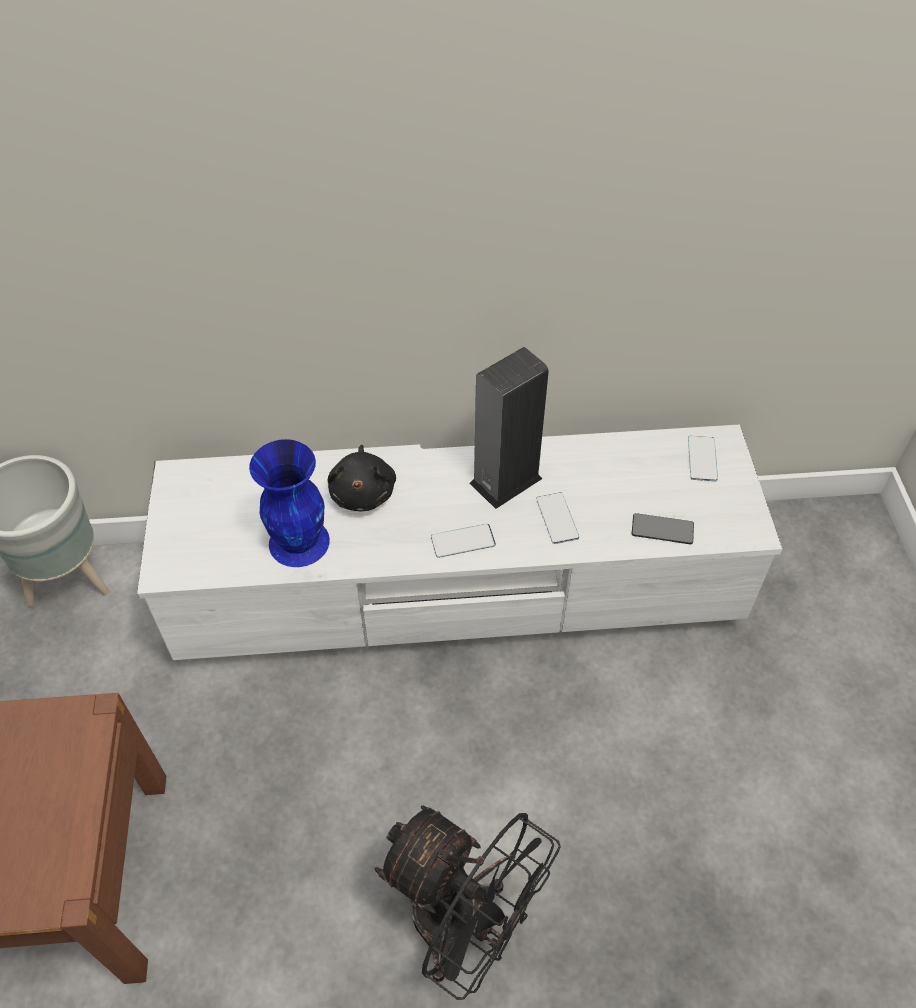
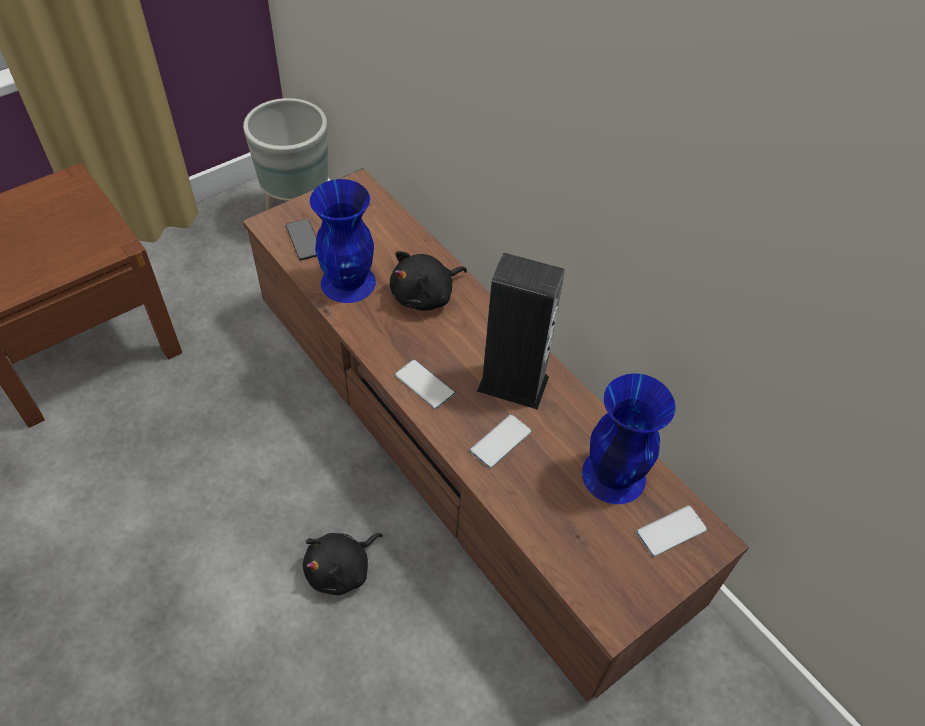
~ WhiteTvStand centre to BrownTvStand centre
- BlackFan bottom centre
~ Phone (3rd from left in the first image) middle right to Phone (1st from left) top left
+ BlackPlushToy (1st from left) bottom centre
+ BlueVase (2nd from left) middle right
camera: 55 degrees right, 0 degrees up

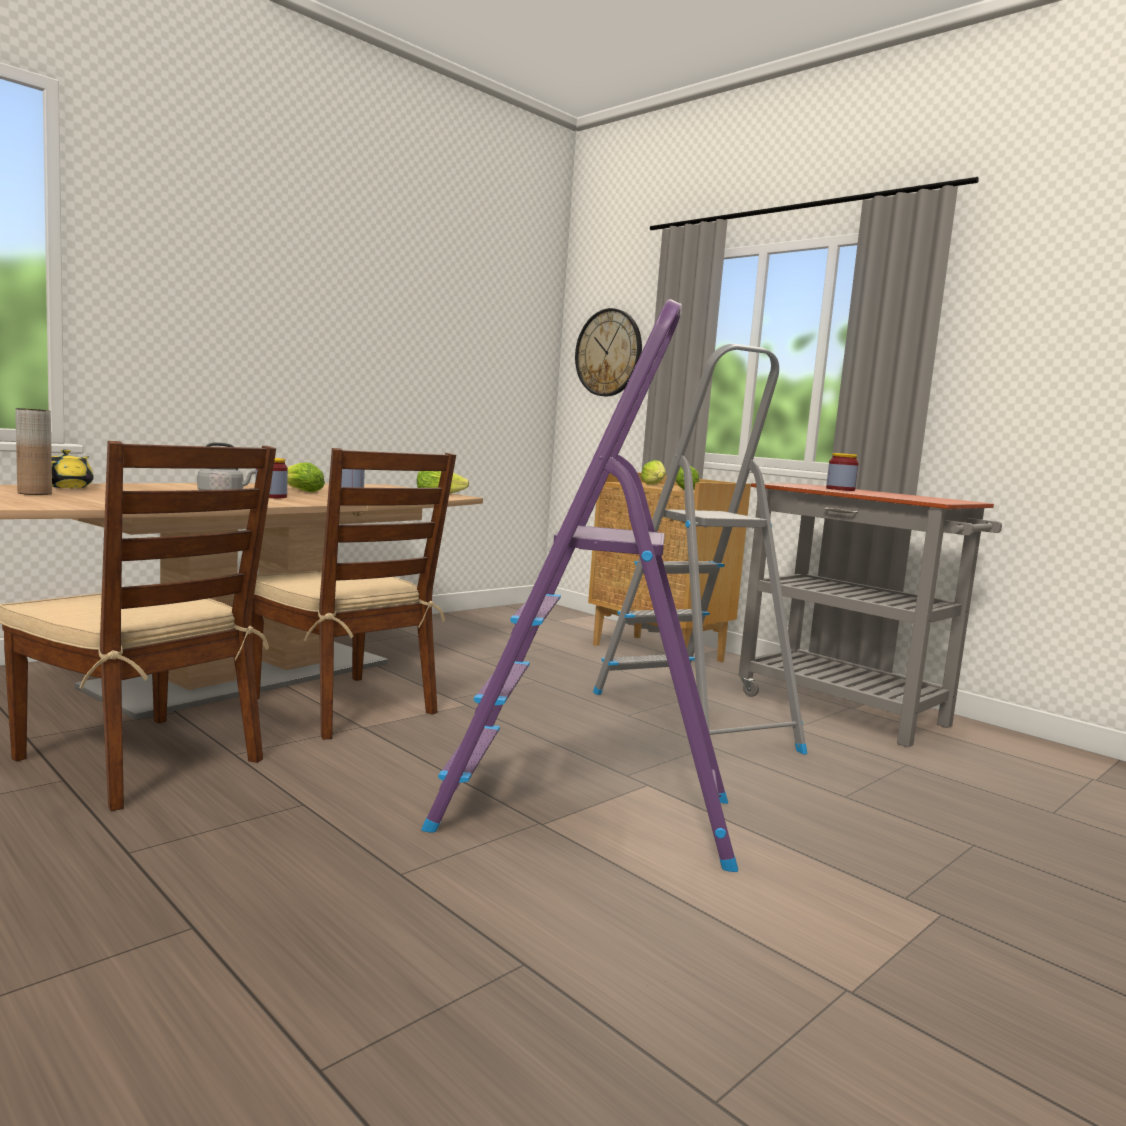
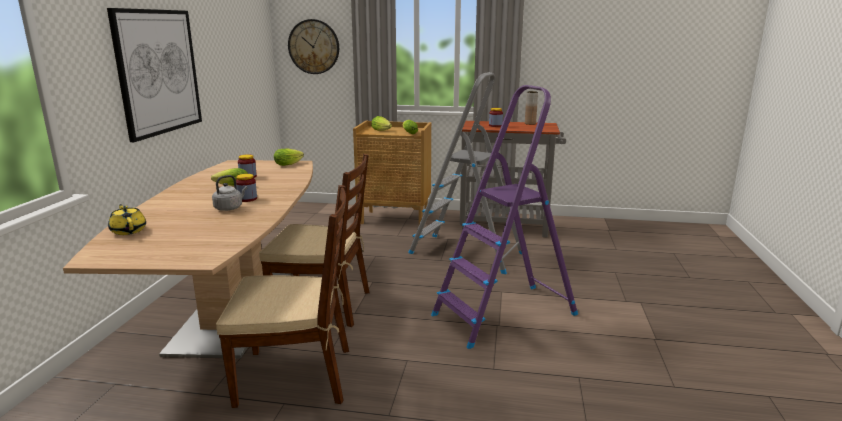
~ BrownVase middle left to top centre
+ Picture top left
camera: 35 degrees left, 10 degrees up

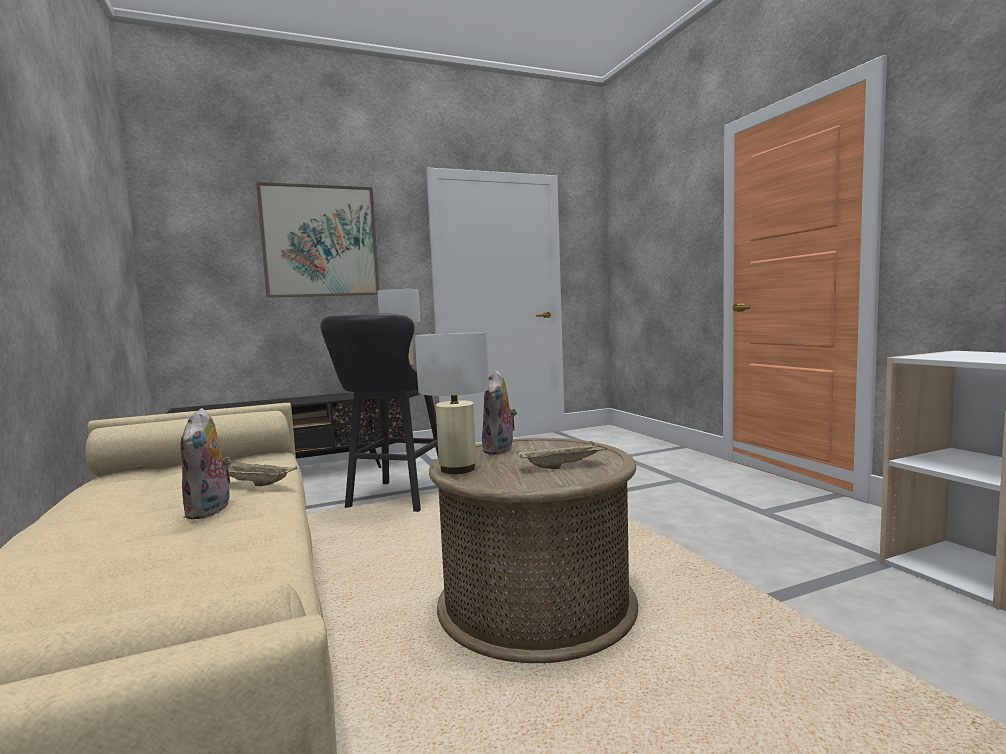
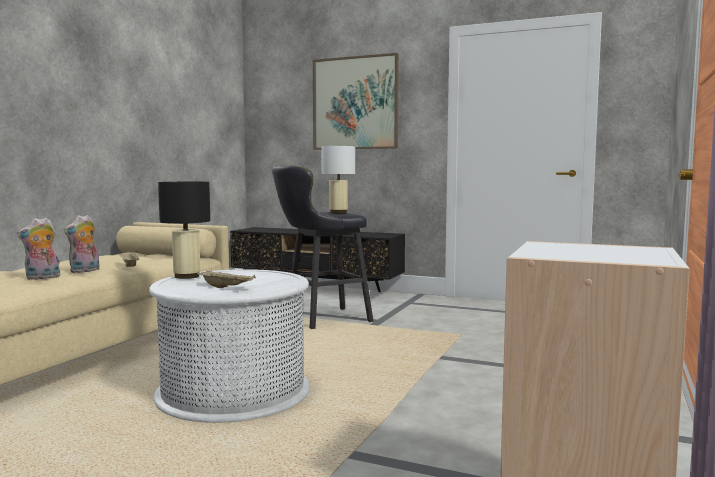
~ WhiteTableLamp (2nd from left) centre to BlackTableLamp middle left
~ BrownCoffeeTable bottom centre to WhiteCoffeeTable bottom left
~ PlushToy (2nd from left in the first image) centre to PlushToy (1st from left) middle left
camera: 45 degrees right, 0 degrees up

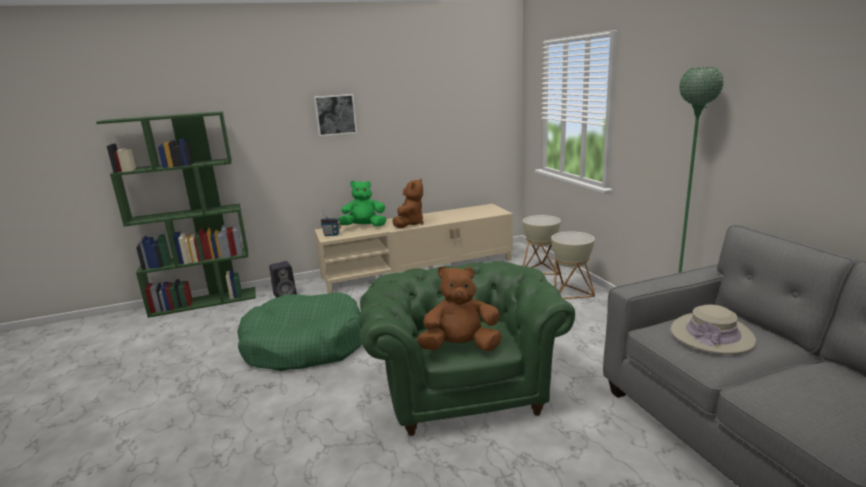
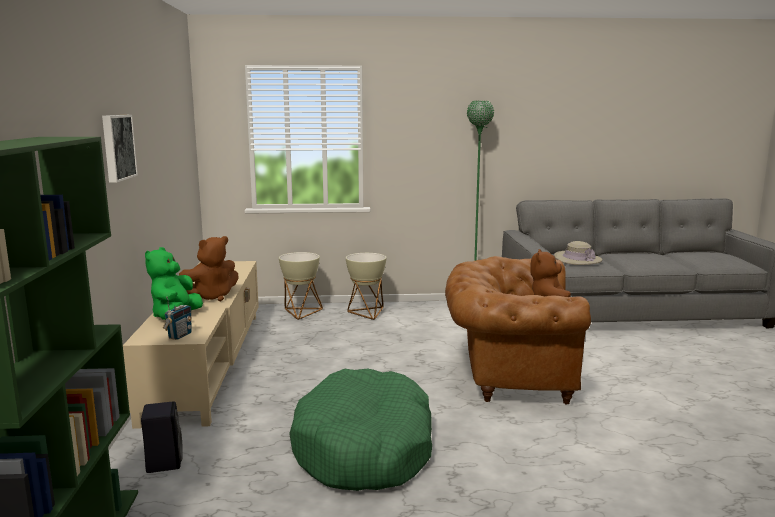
~ GreenArmchair bottom centre to BrownArmchair middle right
~ BrownPlushToy (1st from left) centre = middle left 105 degrees clockwise
camera: 75 degrees left, 5 degrees down

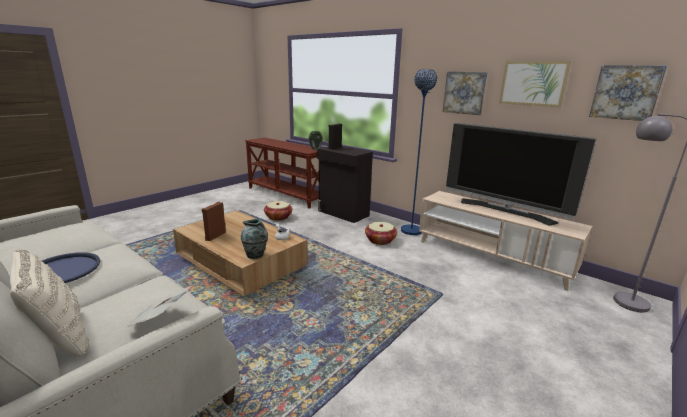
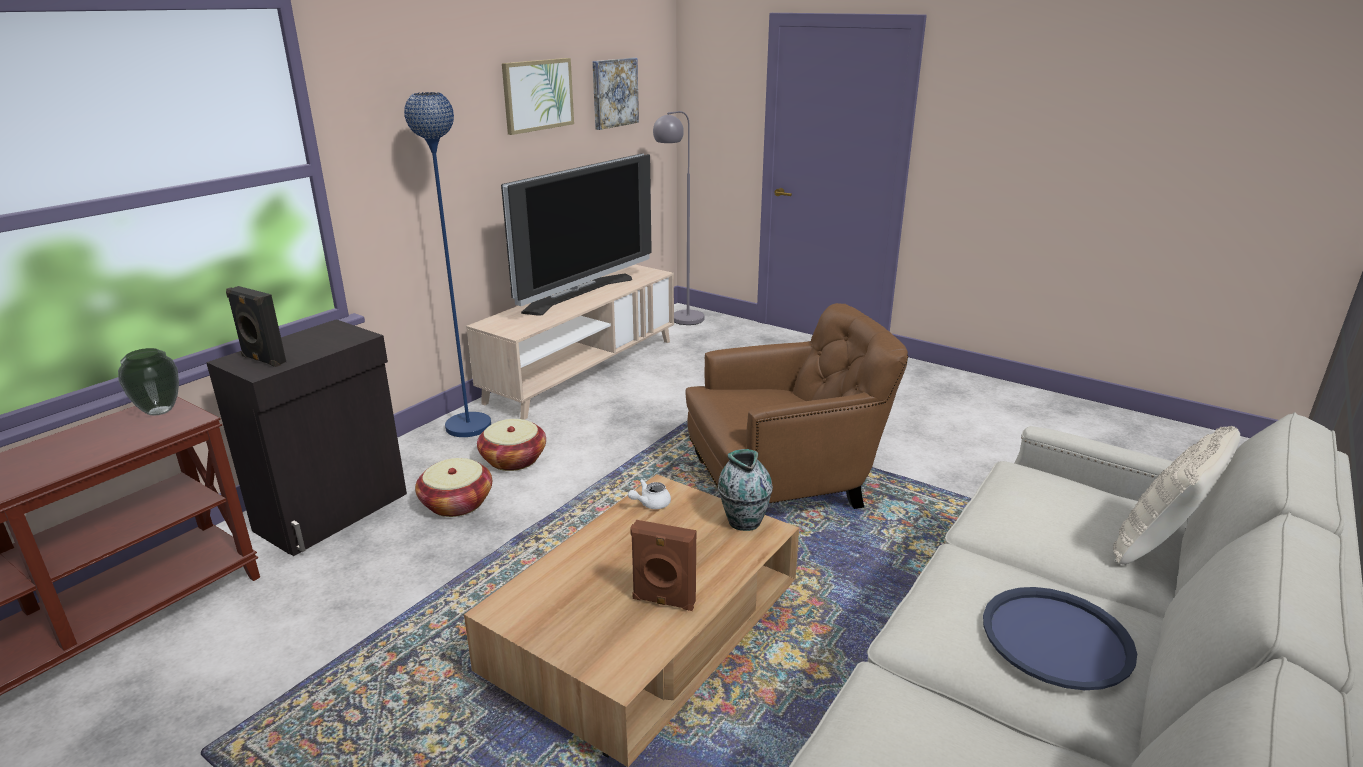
- Newspaper bottom left
~ Basket (1st from left) centre to middle left
- Picture (1st from left) top right
+ BrownArmchair centre
camera: 95 degrees left, 5 degrees up

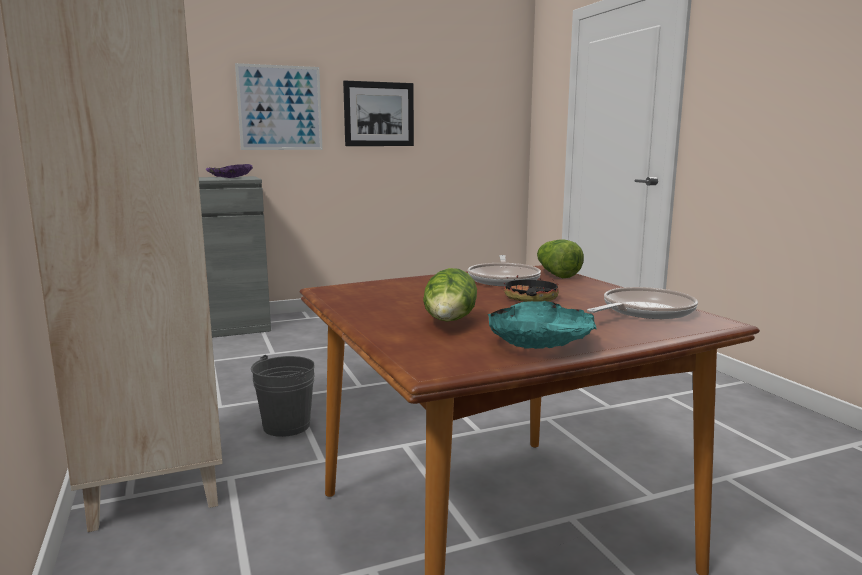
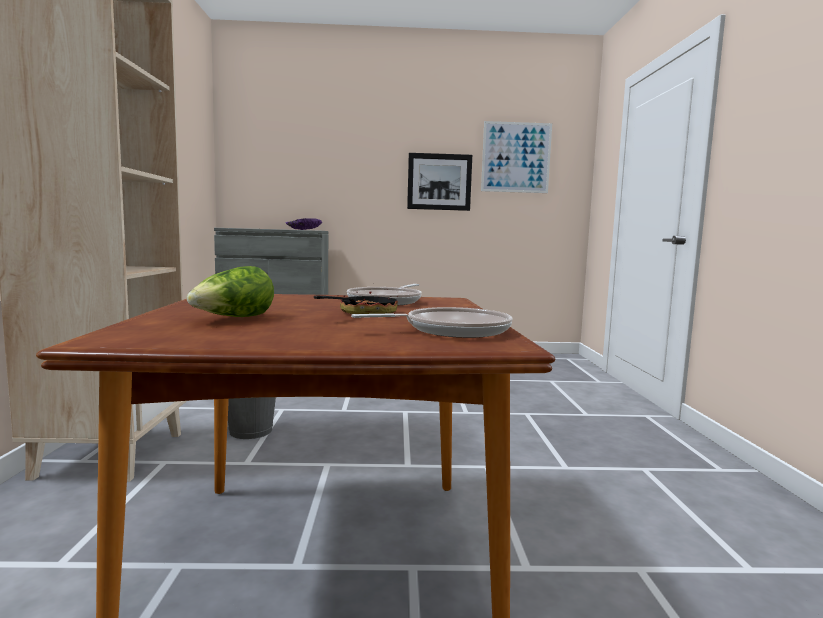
~ Picture (1st from left in the first image) top left to Picture (2nd from left) top centre
- TurquoiseBowl centre
- Lettuce (2nd from left) centre
camera: 20 degrees right, 5 degrees down

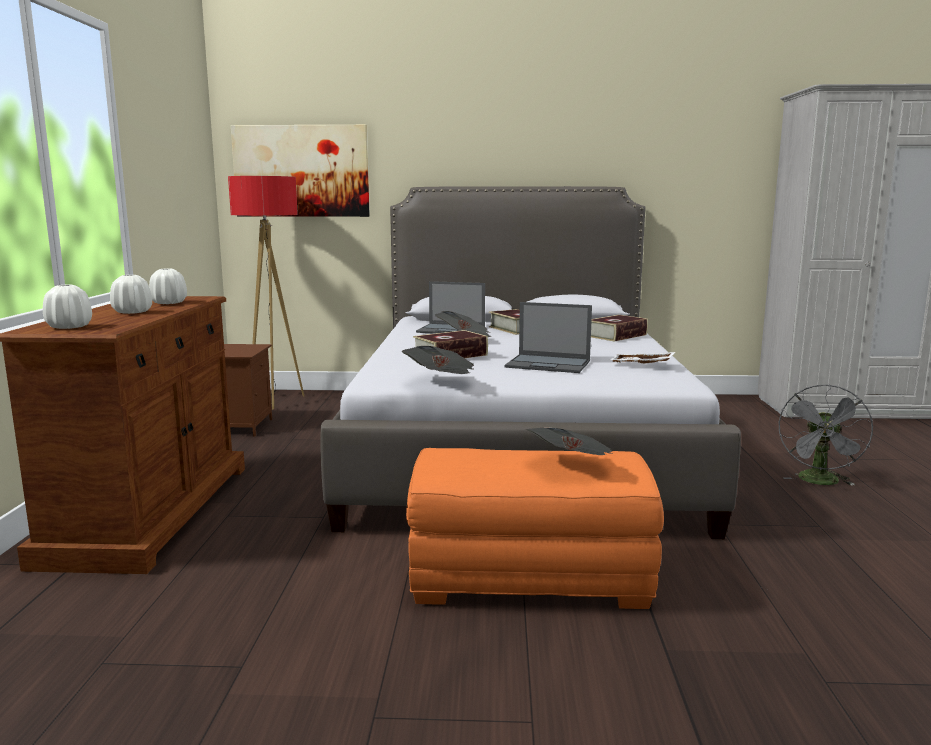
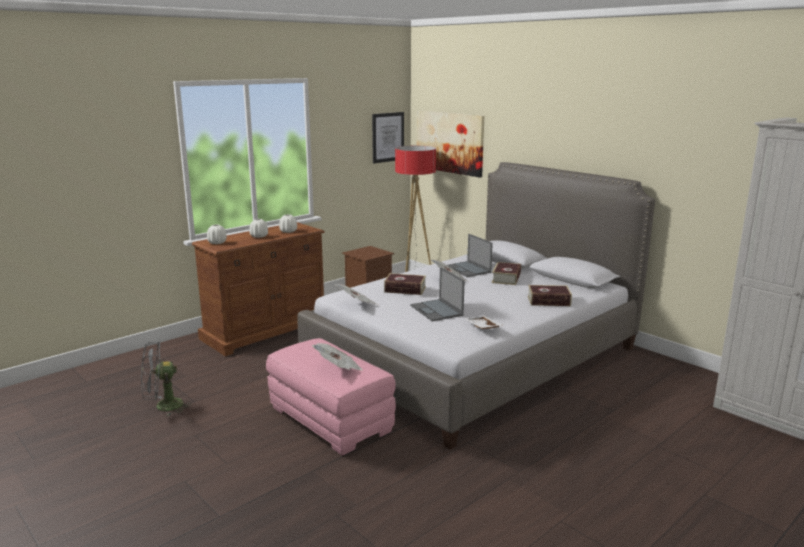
~ OrangeOttoman bottom centre to PinkOttoman bottom centre
~ GreyFan middle right to bottom left
+ Picture (1st from left) top centre
camera: 45 degrees right, 5 degrees up

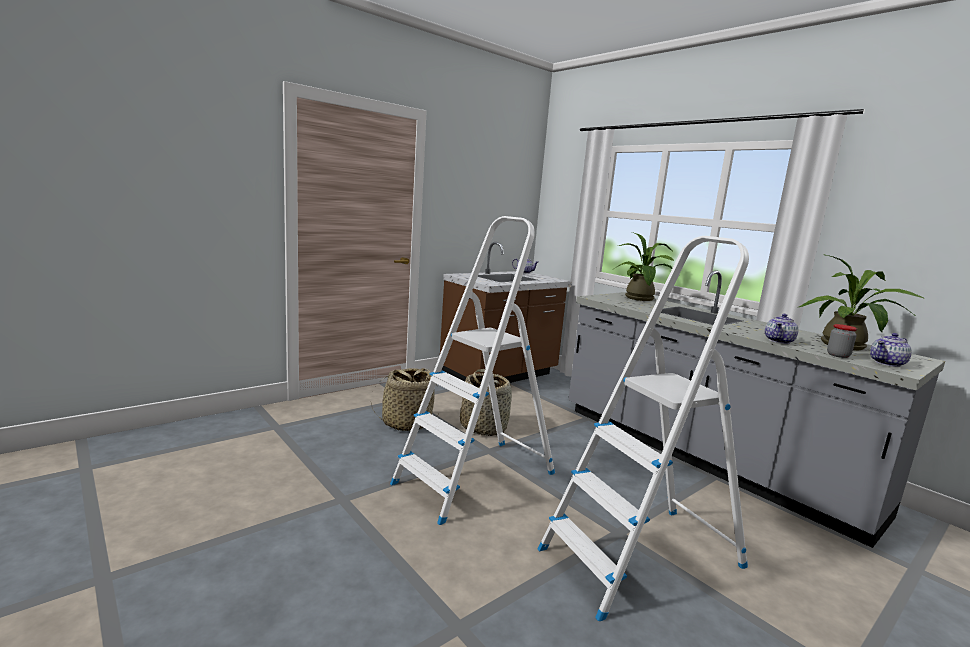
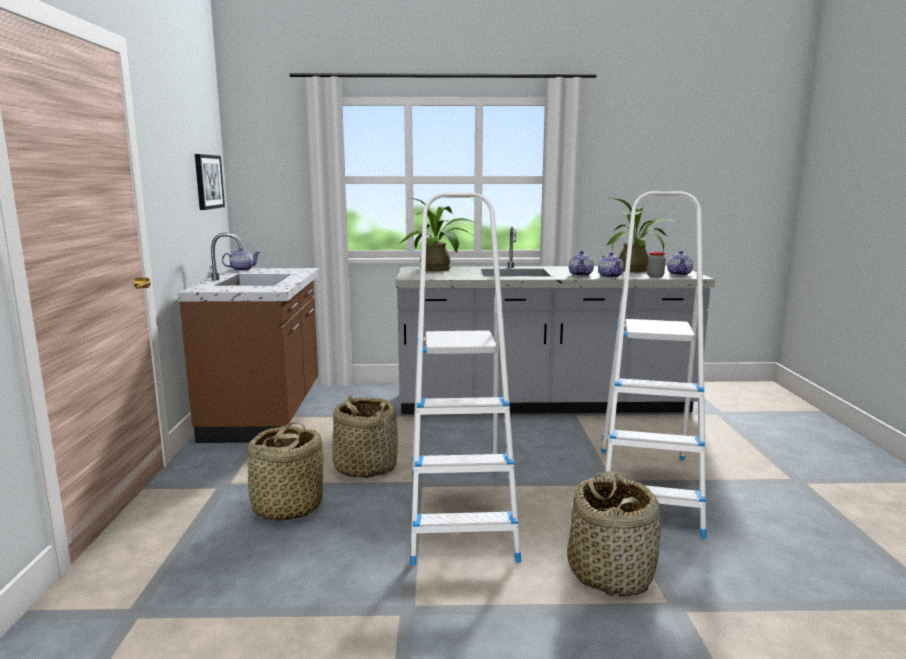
+ Picture top left
+ Basket (3rd from left) bottom right
+ Teapot (2nd from left) centre
camera: 50 degrees left, 0 degrees up

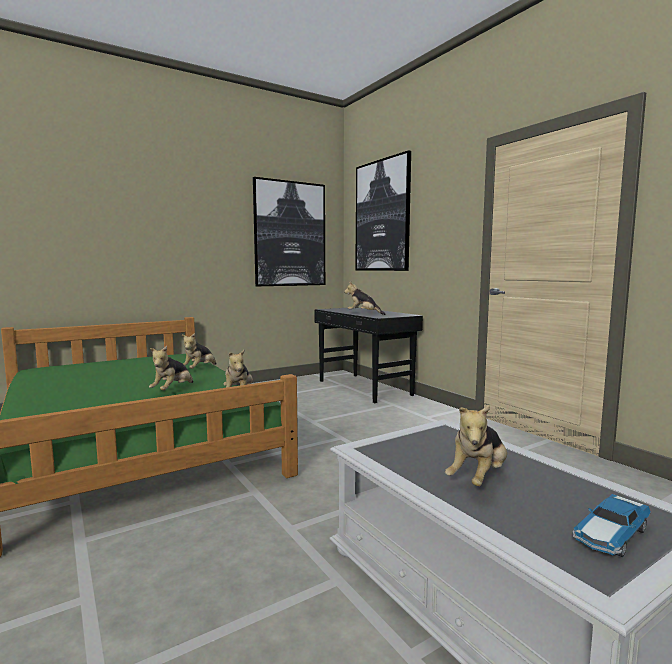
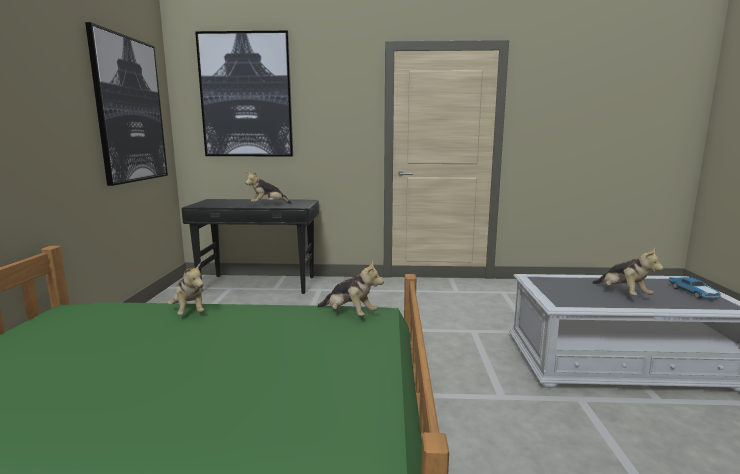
- PlushToy (1st from left) middle left
camera: 55 degrees left, 5 degrees up

